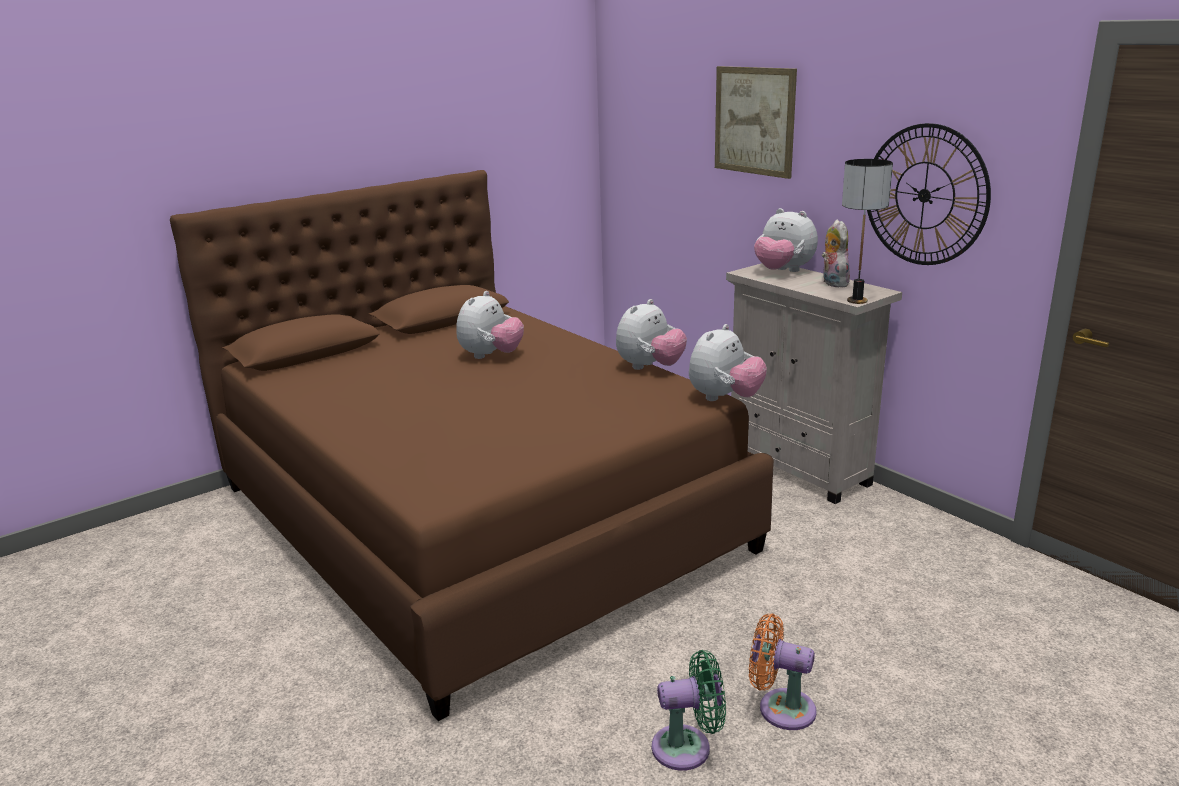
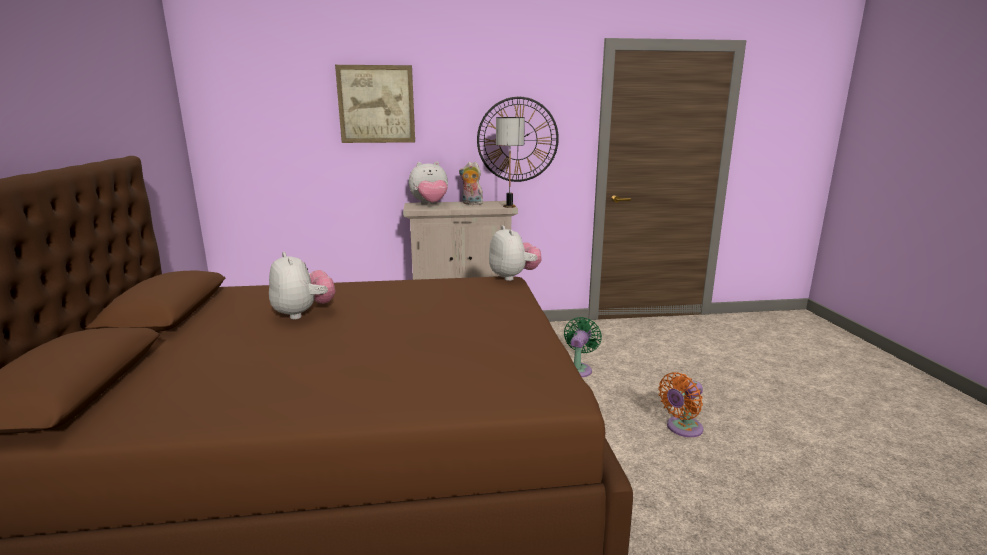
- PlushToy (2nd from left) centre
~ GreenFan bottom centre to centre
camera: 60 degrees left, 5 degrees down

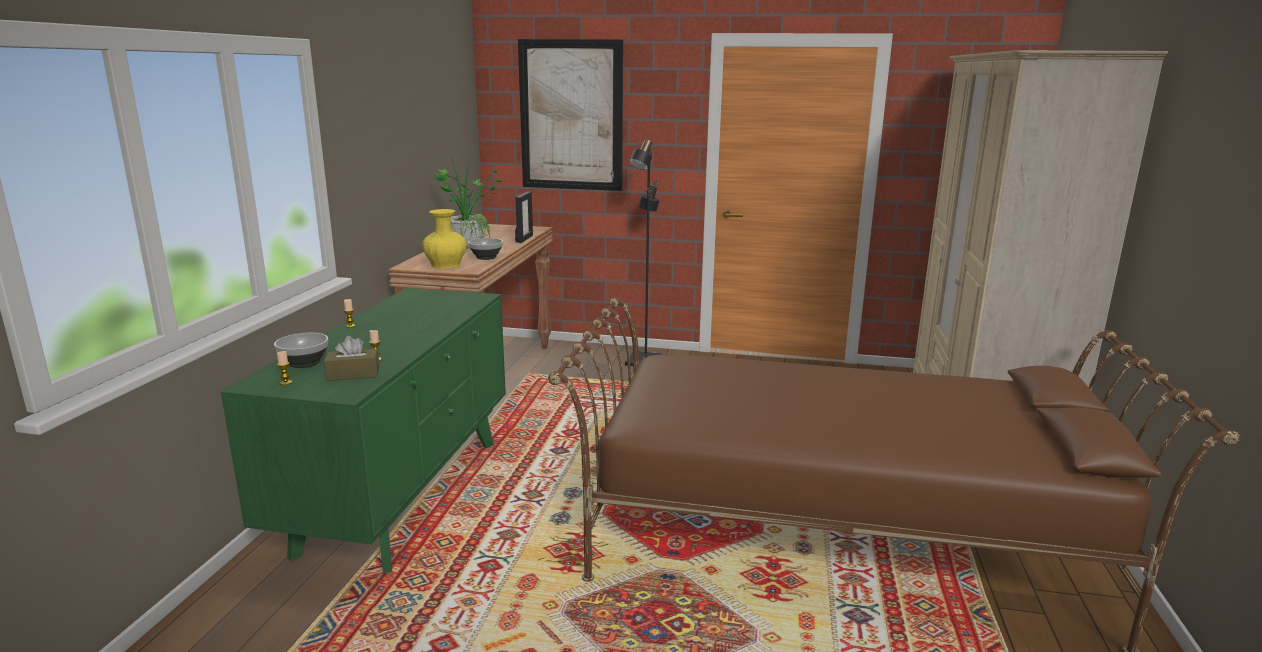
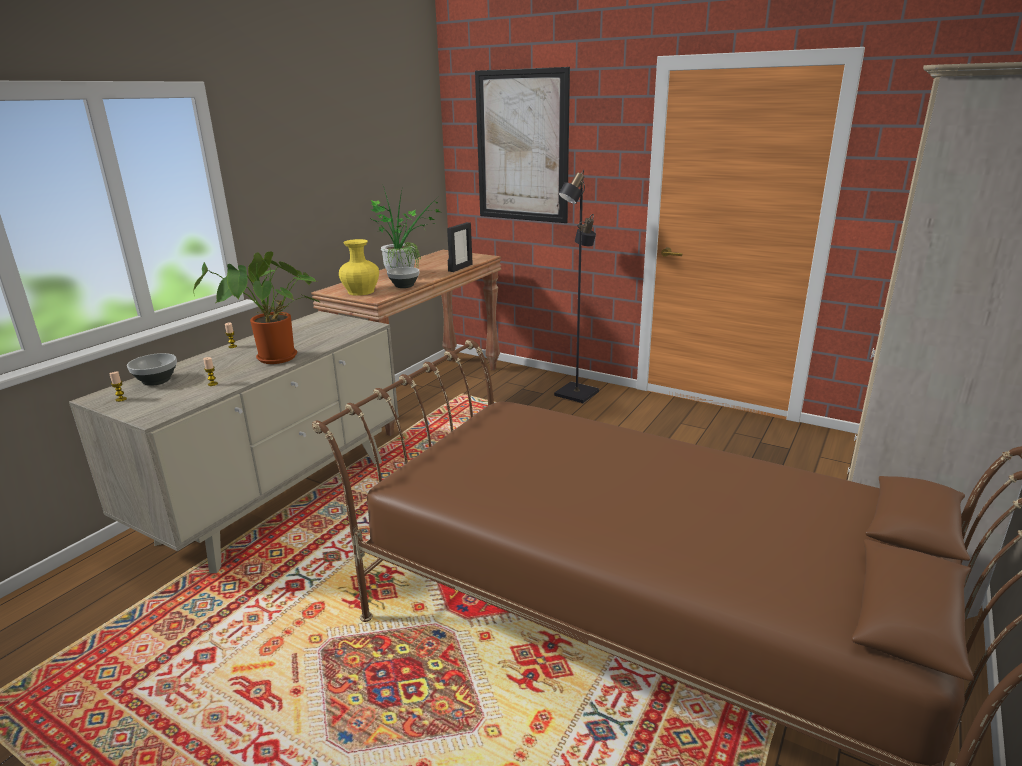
~ GreenDresser middle left to BeigeDresser middle left
- BrownTissueBox middle left
+ PottedPlant (1st from left) middle left
camera: 20 degrees right, 5 degrees up

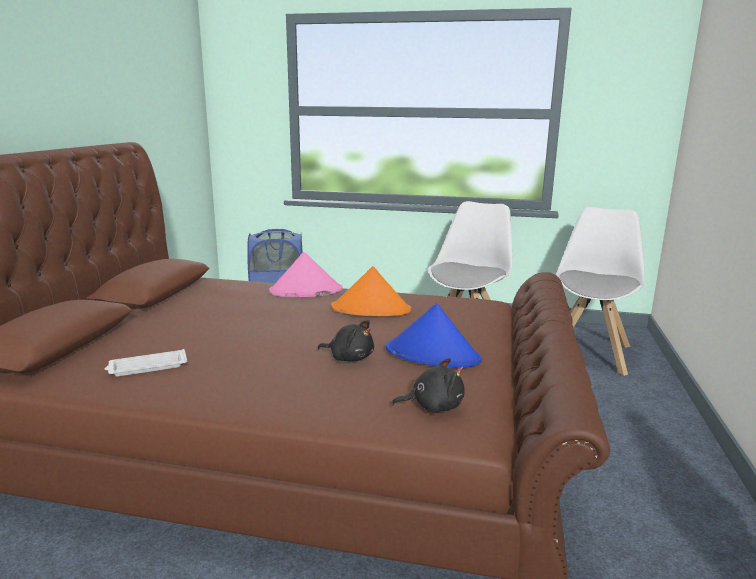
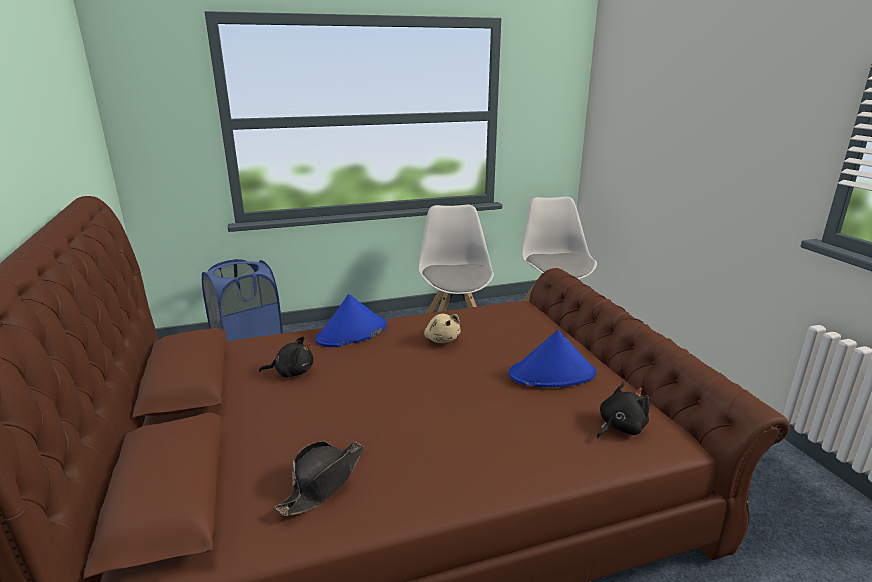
~ WhiteTray middle left to BlackHat bottom centre
~ PinkHat centre to BlueHat (1st from left) centre
~ BlackPlushToy (1st from left) centre to middle left
~ OrangeHat centre to BeigePlushToy centre
camera: 30 degrees left, 5 degrees up

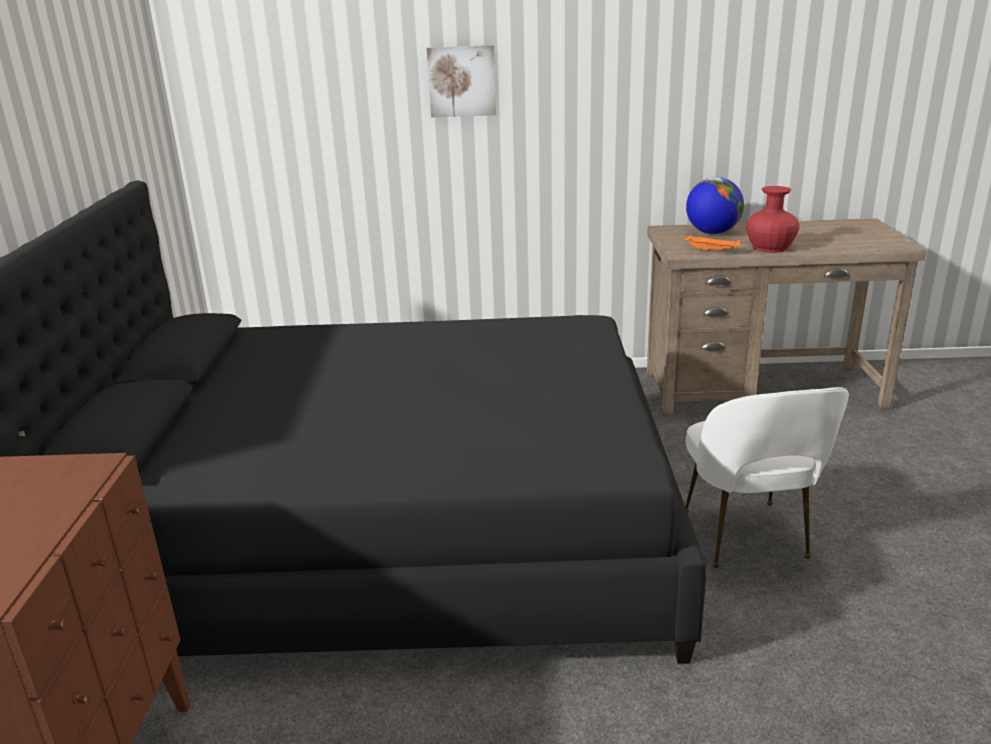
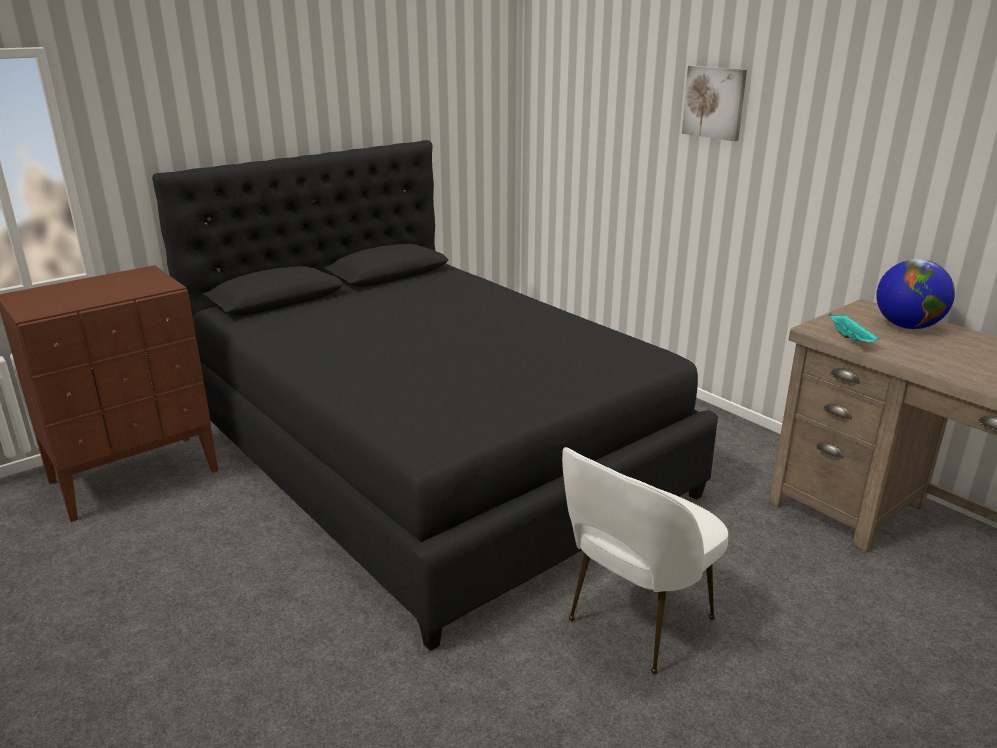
~ OrangeTray top right to TurquoiseTray middle right
- RedVase top right
camera: 50 degrees right, 0 degrees up

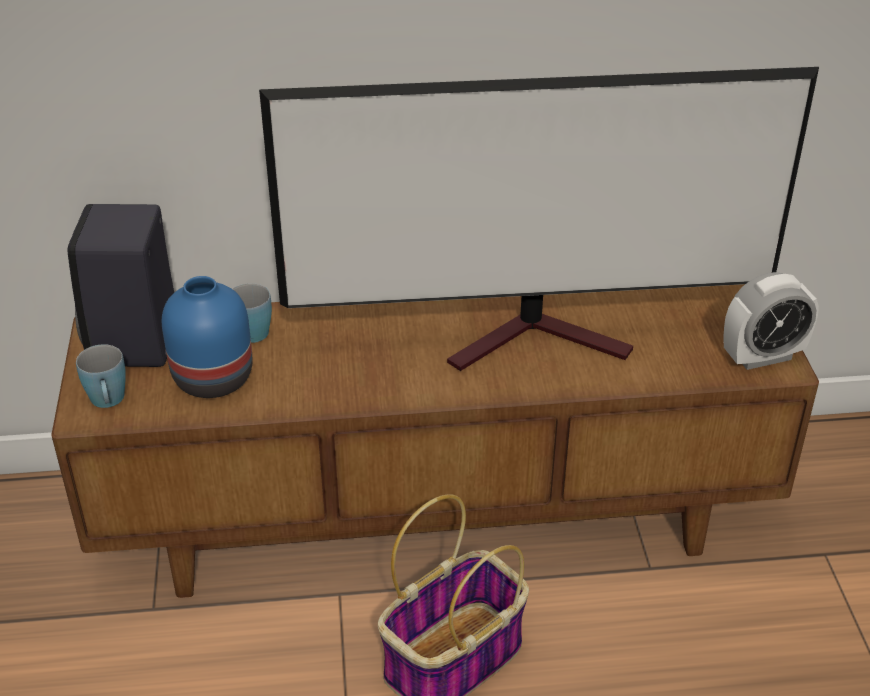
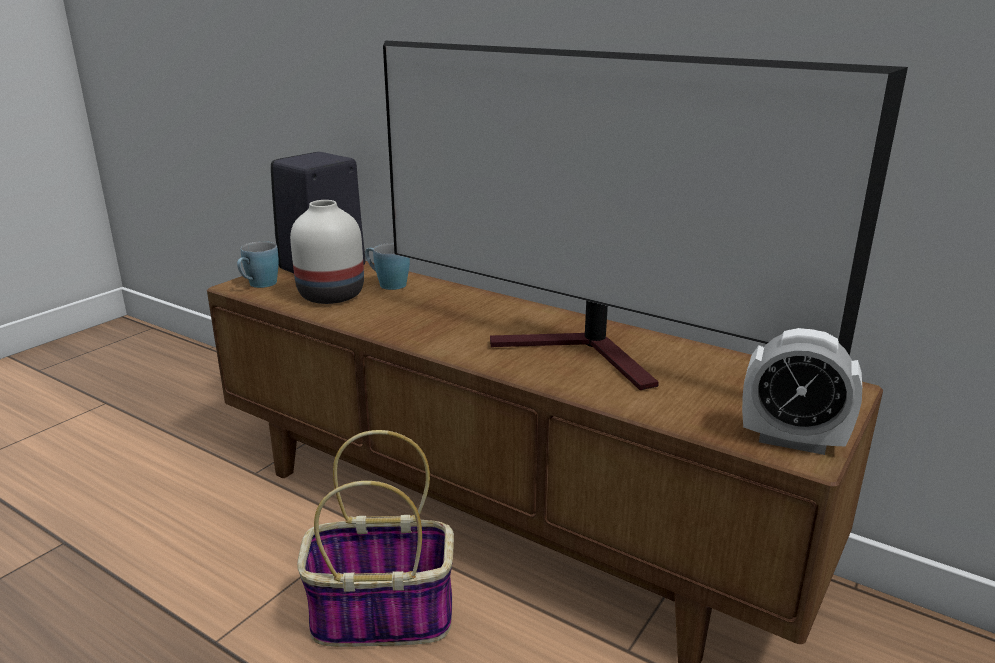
~ BlueVase middle left to WhiteVase middle left
camera: 40 degrees right, 15 degrees down

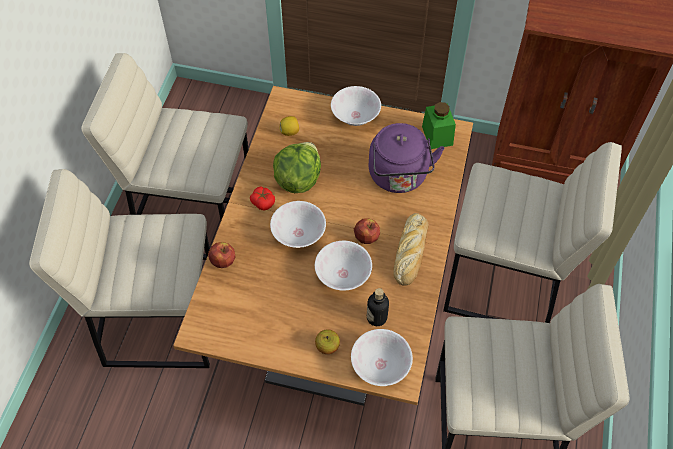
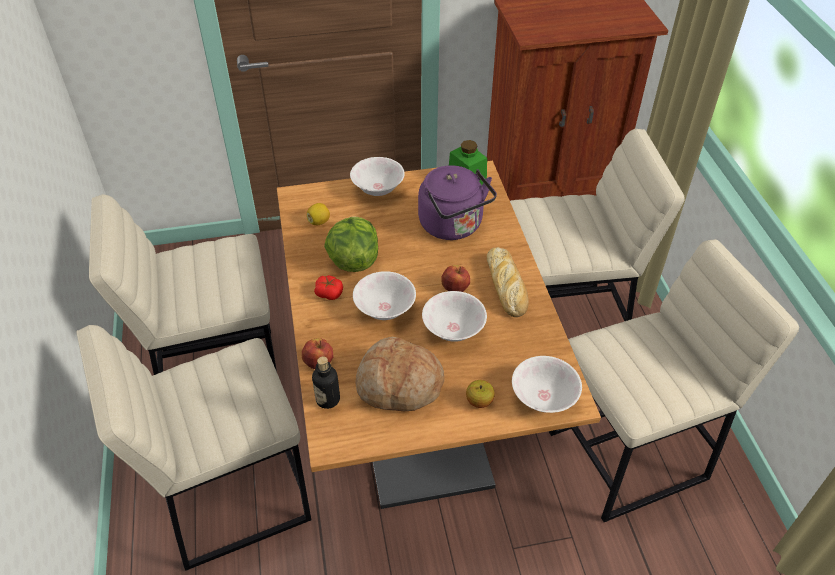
~ Bottle bottom centre to centre
+ Bread (1st from left) centre
camera: 25 degrees left, 10 degrees down

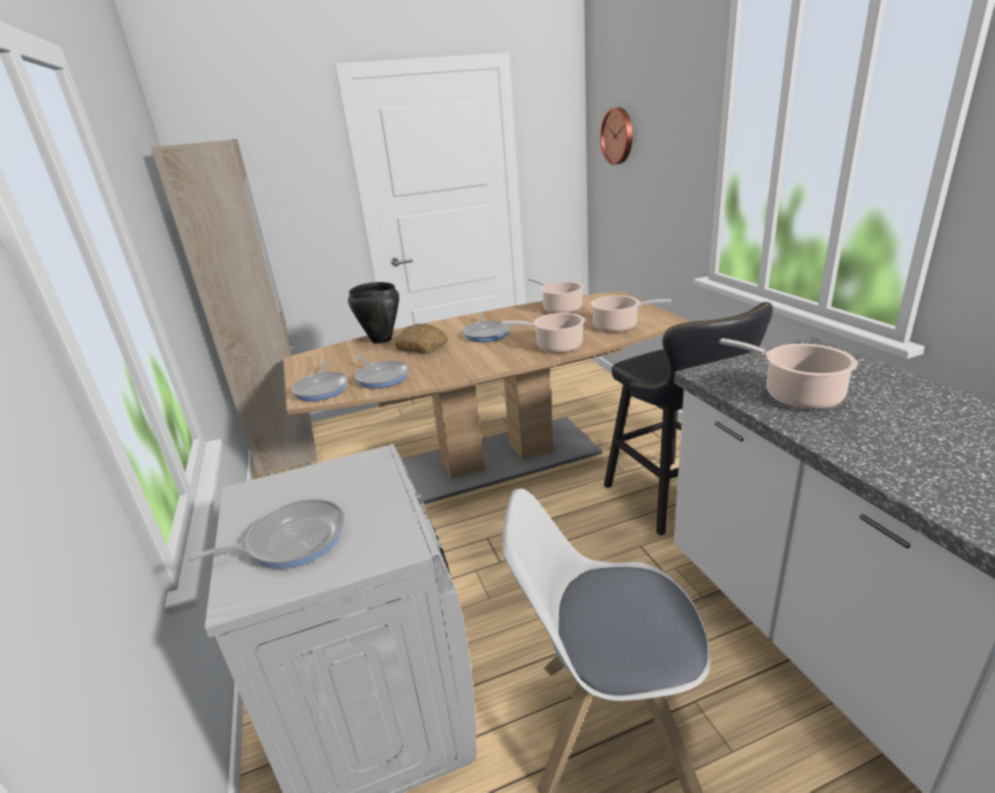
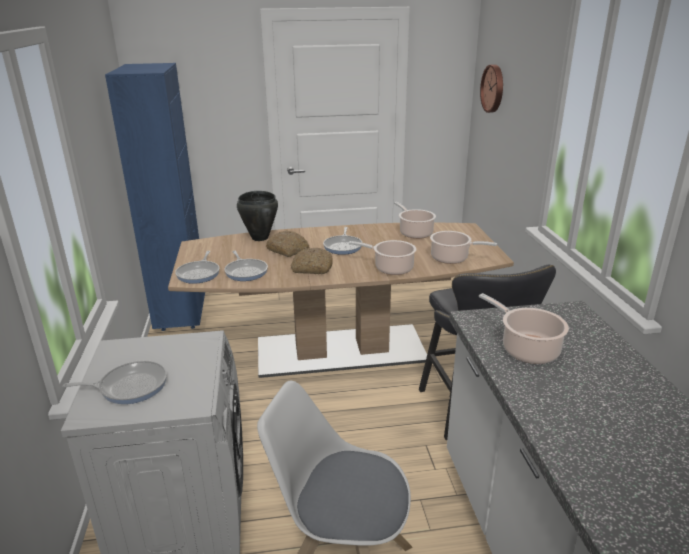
~ BeigeCabinet middle left to BlueCabinet middle left
+ Bread (2nd from left) centre
camera: 10 degrees right, 0 degrees up

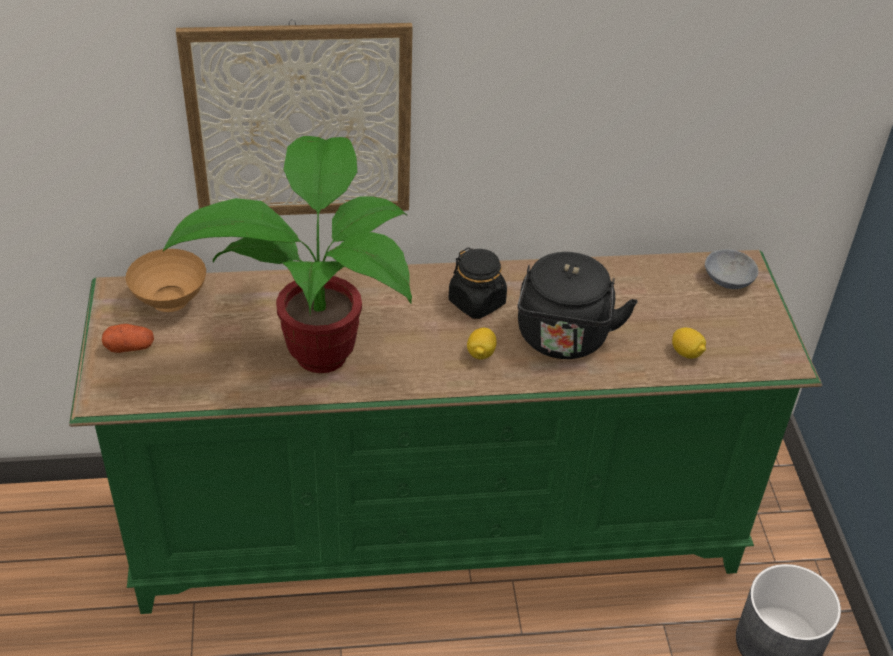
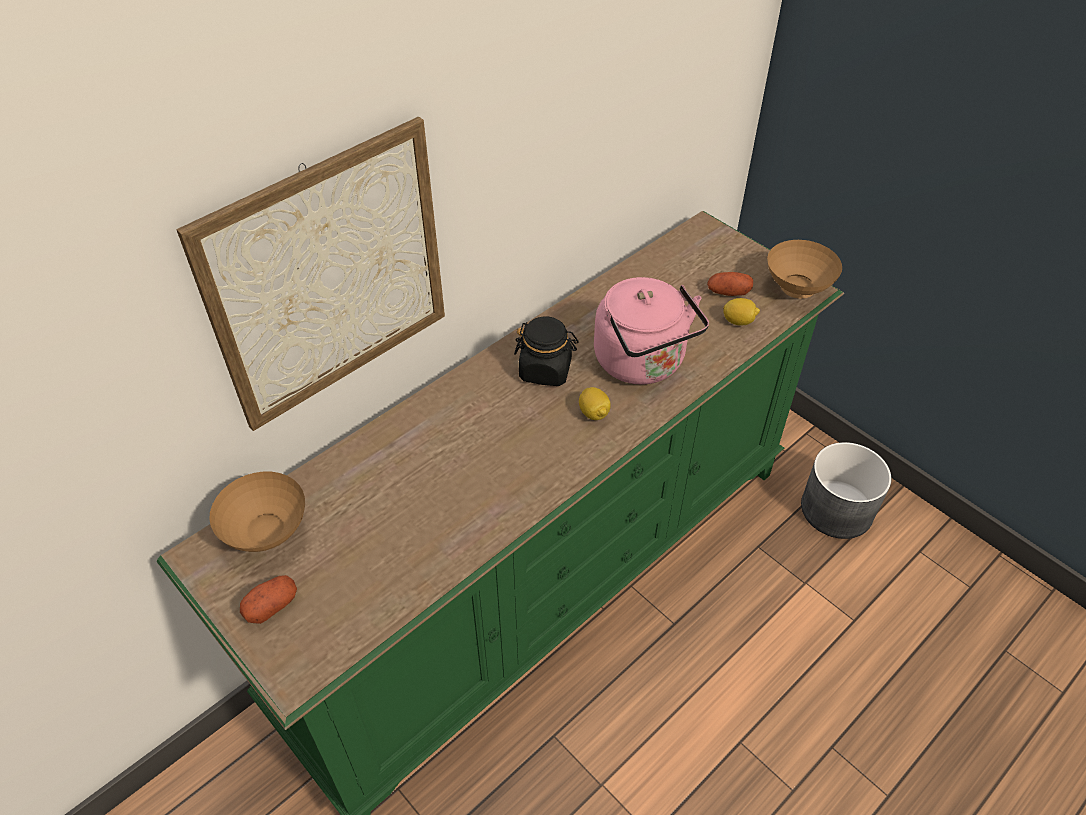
- PottedPlant middle left
~ BlackKettle centre to PinkKettle centre
- GreyBowl middle right
+ Potato (2nd from left) middle right
+ BrownBowl (2nd from left) top right
camera: 35 degrees left, 5 degrees up

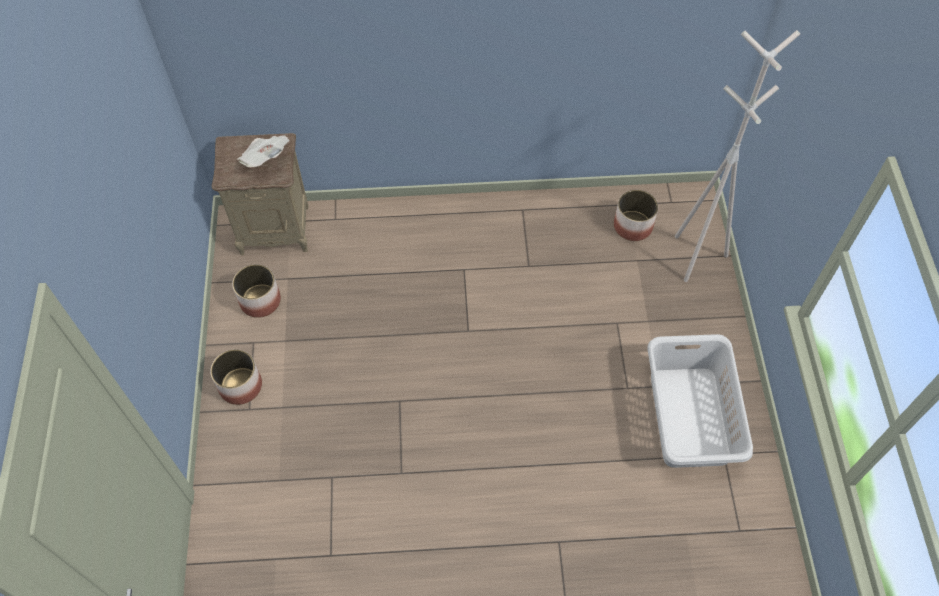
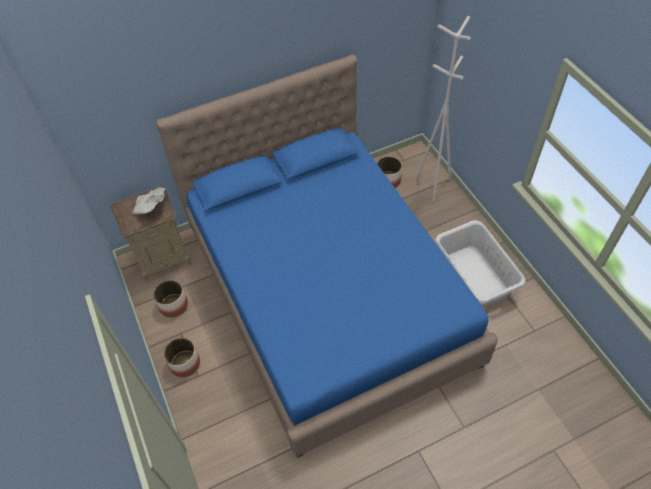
+ BlueBed centre
camera: 20 degrees left, 5 degrees down

